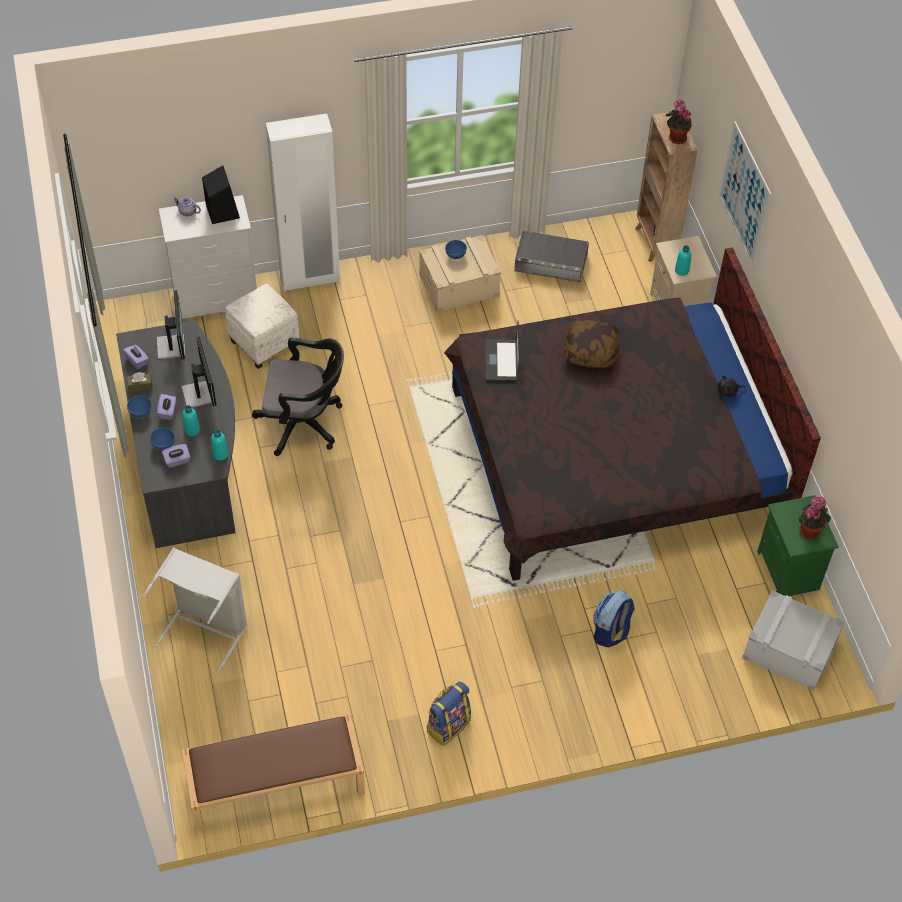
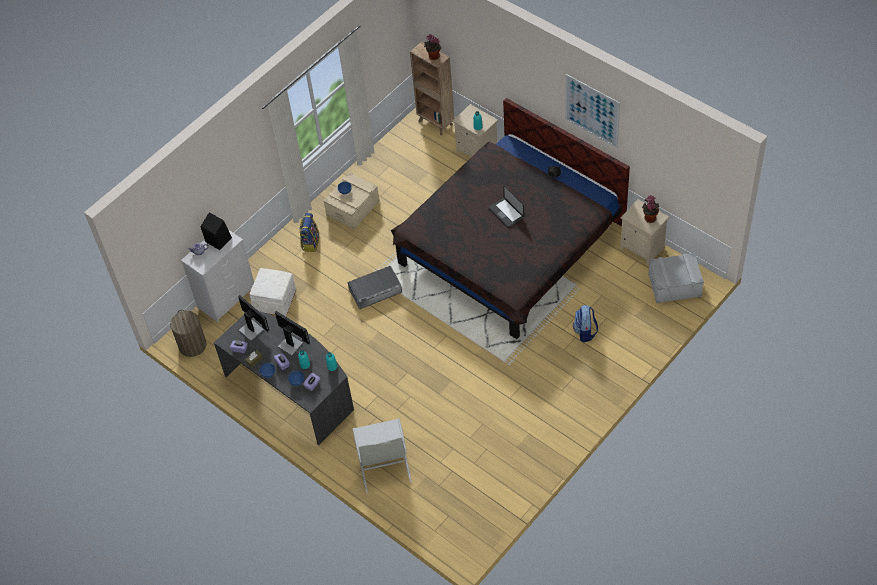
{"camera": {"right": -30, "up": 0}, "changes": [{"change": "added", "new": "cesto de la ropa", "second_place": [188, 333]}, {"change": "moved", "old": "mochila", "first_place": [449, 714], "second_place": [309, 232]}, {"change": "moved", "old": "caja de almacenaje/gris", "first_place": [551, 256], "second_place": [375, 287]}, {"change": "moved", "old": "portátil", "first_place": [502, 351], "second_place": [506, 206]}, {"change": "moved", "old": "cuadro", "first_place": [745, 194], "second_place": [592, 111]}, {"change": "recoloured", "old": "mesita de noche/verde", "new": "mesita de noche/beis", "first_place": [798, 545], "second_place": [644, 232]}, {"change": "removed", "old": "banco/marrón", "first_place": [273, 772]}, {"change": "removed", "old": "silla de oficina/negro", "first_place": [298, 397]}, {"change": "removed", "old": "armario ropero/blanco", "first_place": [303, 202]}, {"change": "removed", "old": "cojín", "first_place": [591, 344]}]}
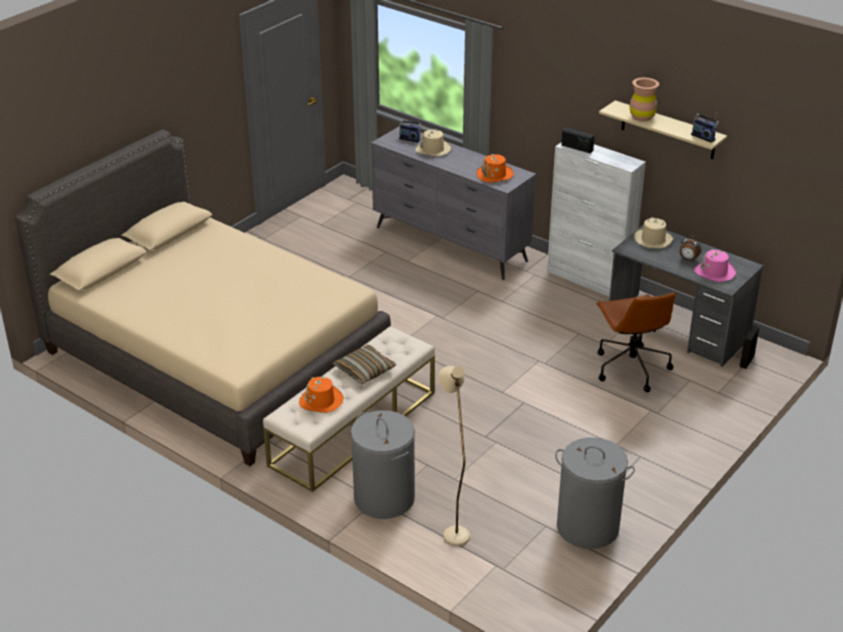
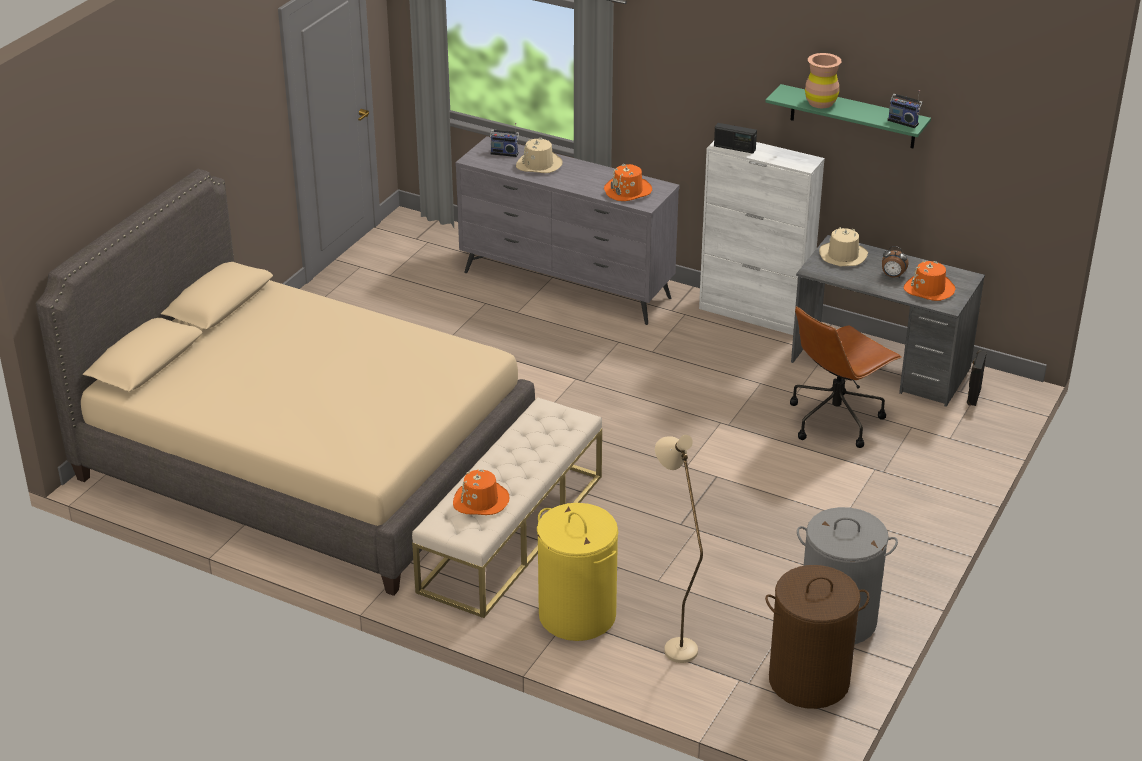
{"camera": {"right": -10, "up": 0}, "changes": [{"change": "recoloured", "old": "cesto de la ropa/gris", "new": "cesto de la ropa/amarillo", "first_place": [383, 464], "second_place": [577, 572]}, {"change": "recoloured", "old": "estante/beis", "new": "estante/verde", "first_place": [663, 129], "second_place": [848, 116]}, {"change": "added", "new": "cesto de la ropa/marrón", "second_place": [817, 637]}, {"change": "turned", "old": "silla de oficina/marrón", "first_place": [636, 342], "second_place": [846, 377], "degrees": 75}, {"change": "recoloured", "old": "sombrero/rosa", "new": "sombrero/naranja", "first_place": [715, 265], "second_place": [929, 281]}, {"change": "removed", "old": "cojín", "first_place": [364, 364]}]}
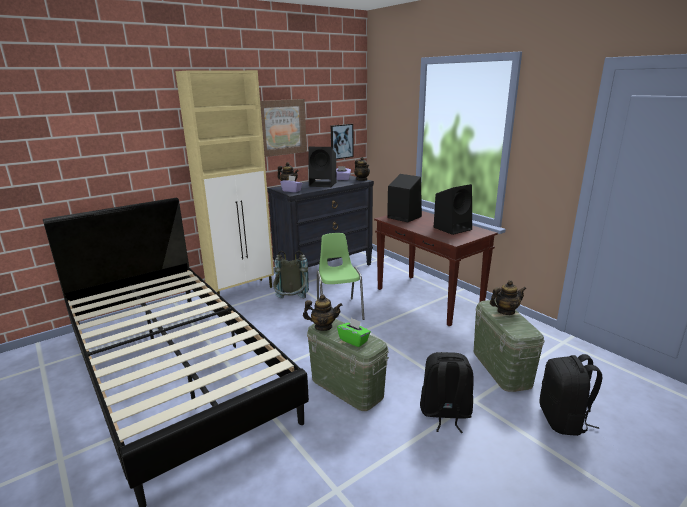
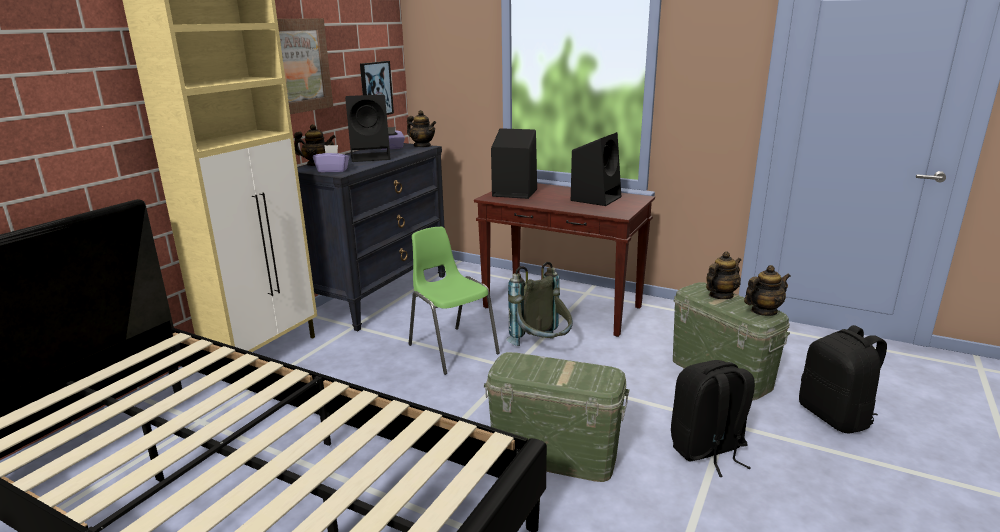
{"camera": {"right": -25, "up": 0}, "changes": [{"change": "moved", "old": "mochila/gris", "first_place": [291, 274], "second_place": [539, 304]}, {"change": "moved", "old": "tetera", "first_place": [323, 312], "second_place": [767, 290]}, {"change": "removed", "old": "caja de pañuelos/verde", "first_place": [354, 332]}]}
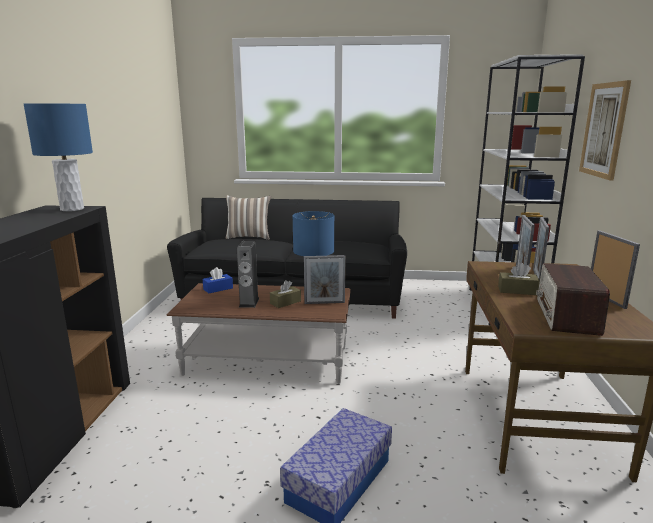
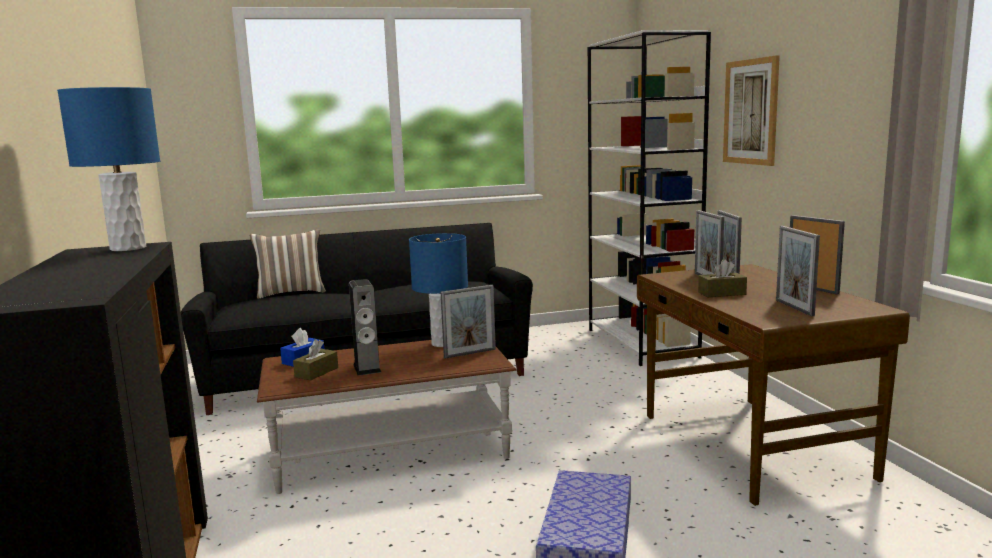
{"camera": {"right": -20, "up": -5}, "changes": [{"change": "moved", "old": "caja de pañuelos/marrón", "first_place": [285, 294], "second_place": [315, 359]}, {"change": "replaced", "old": "radio", "new": "portarretratos", "first_place": [573, 299], "second_place": [798, 271]}]}
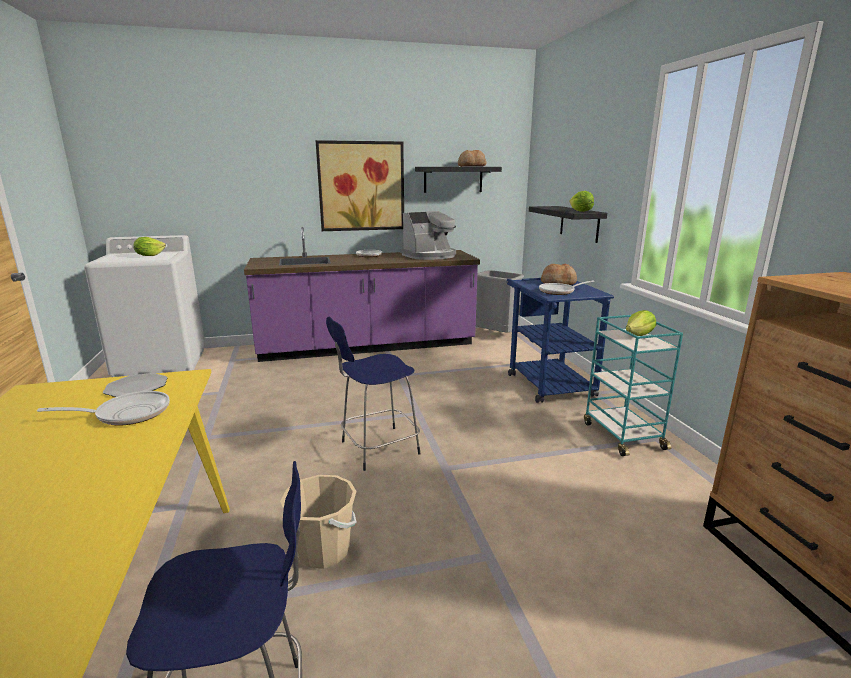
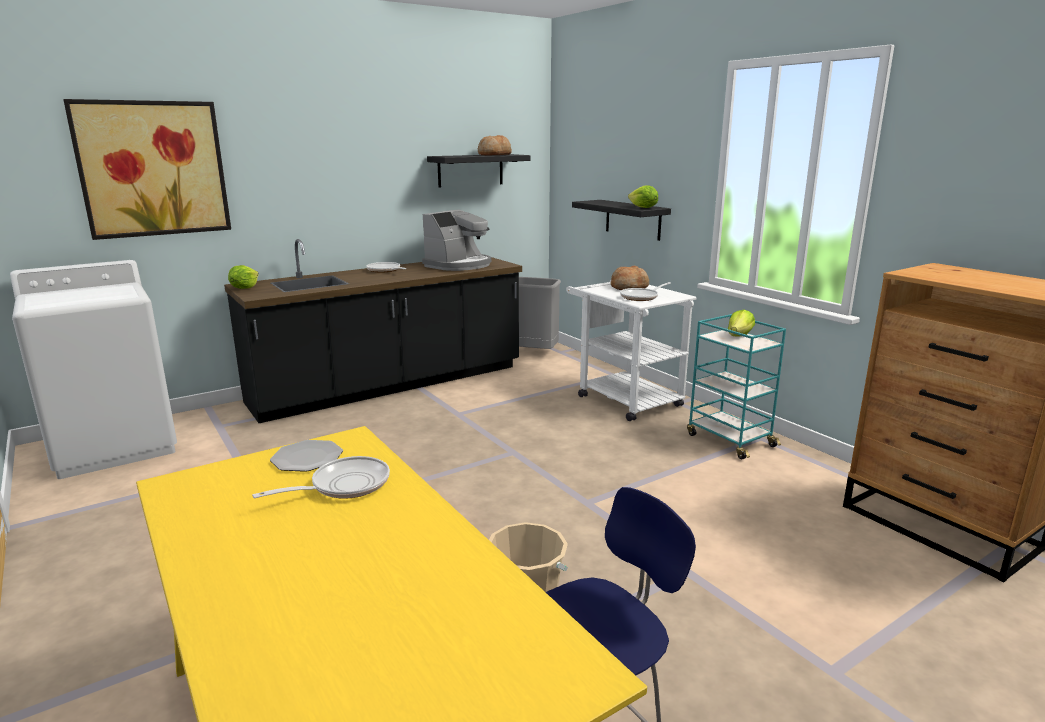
{"camera": {"right": -20, "up": 0}, "changes": [{"change": "moved", "old": "cuadro", "first_place": [360, 185], "second_place": [147, 169]}, {"change": "recoloured", "old": "mueble bajo de cocina/morado", "new": "mueble bajo de cocina/negro", "first_place": [362, 294], "second_place": [373, 331]}, {"change": "moved", "old": "lechuga", "first_place": [149, 246], "second_place": [243, 277]}, {"change": "recoloured", "old": "carrito/azul", "new": "carrito/blanco", "first_place": [560, 340], "second_place": [631, 350]}, {"change": "removed", "old": "taburete/azul", "first_place": [373, 394]}]}
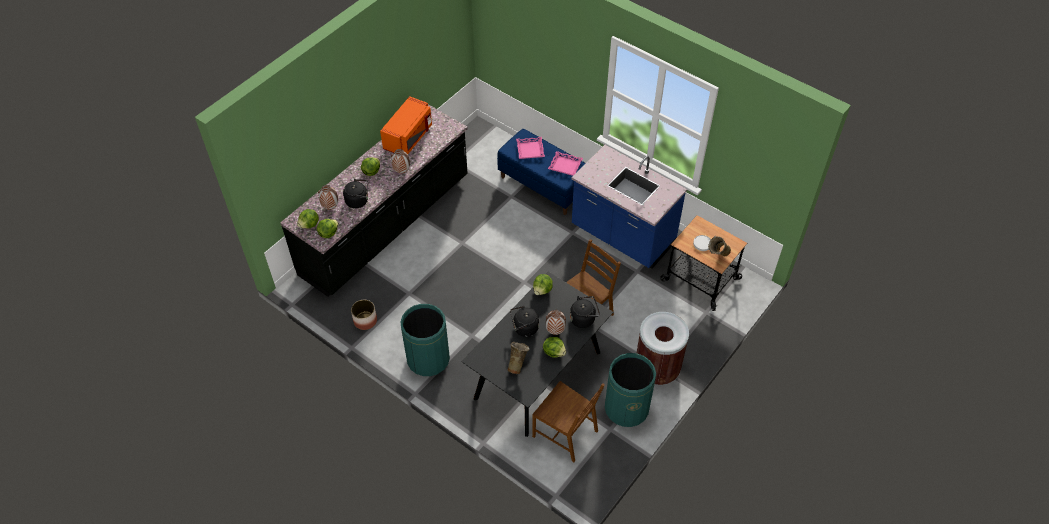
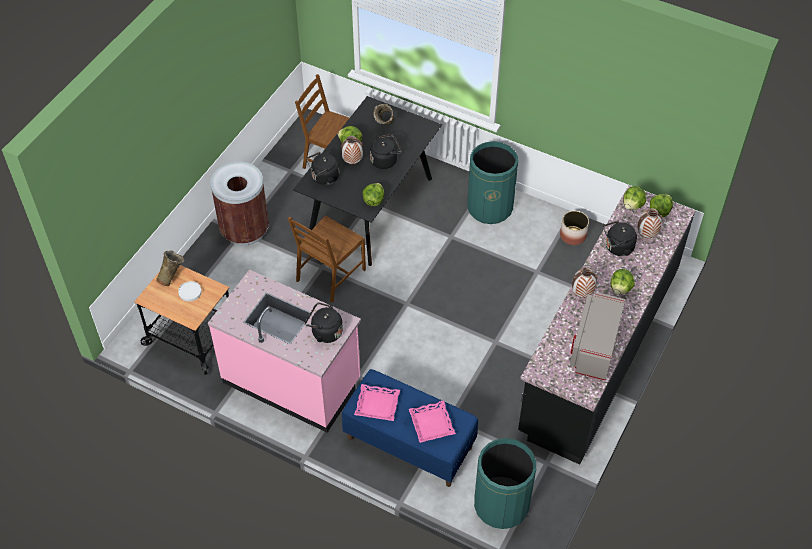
{"camera": {"right": 170, "up": 0}, "changes": [{"change": "recoloured", "old": "mueble bajo de cocina/azul", "new": "mueble bajo de cocina/rosa", "first_place": [629, 207], "second_place": [284, 351]}, {"change": "added", "new": "hervidor/negro", "second_place": [324, 322]}, {"change": "moved", "old": "papelera/verde", "first_place": [630, 390], "second_place": [505, 483]}, {"change": "recoloured", "old": "microondas/naranja", "new": "microondas/gris", "first_place": [406, 125], "second_place": [597, 336]}]}
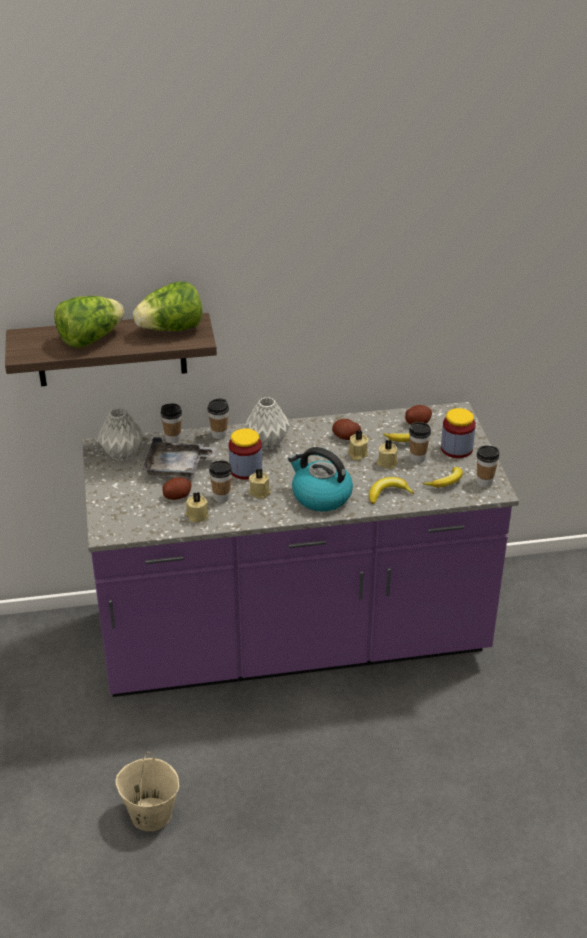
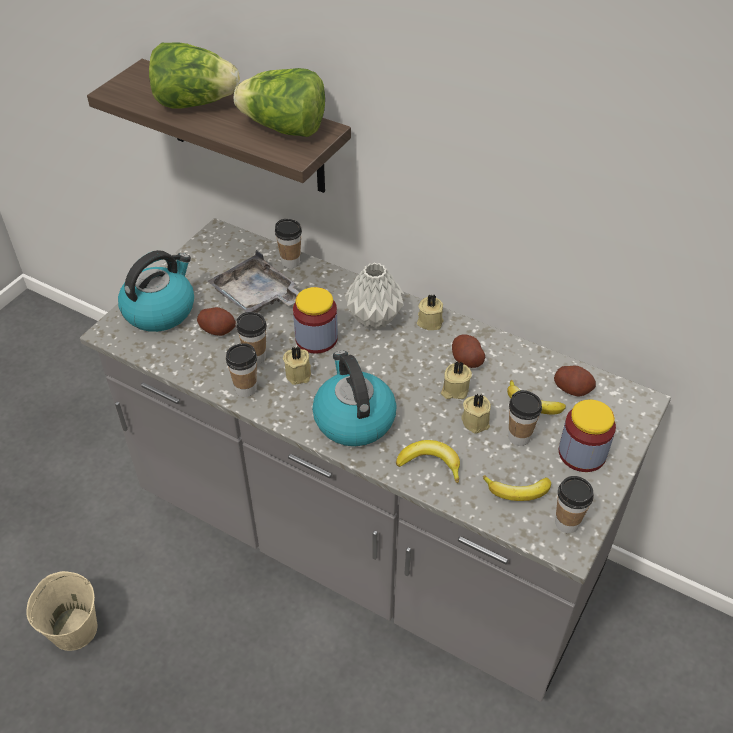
{"camera": {"right": 40, "up": 10}, "changes": [{"change": "recoloured", "old": "mueble bajo de cocina/morado", "new": "mueble bajo de cocina/gris", "first_place": [300, 549], "second_place": [375, 460]}, {"change": "added", "new": "hervidor", "second_place": [156, 291]}, {"change": "moved", "old": "taza", "first_place": [218, 418], "second_place": [241, 370]}, {"change": "moved", "old": "vela/beis", "first_place": [197, 507], "second_place": [430, 312]}, {"change": "removed", "old": "florero/gris", "first_place": [121, 434]}]}
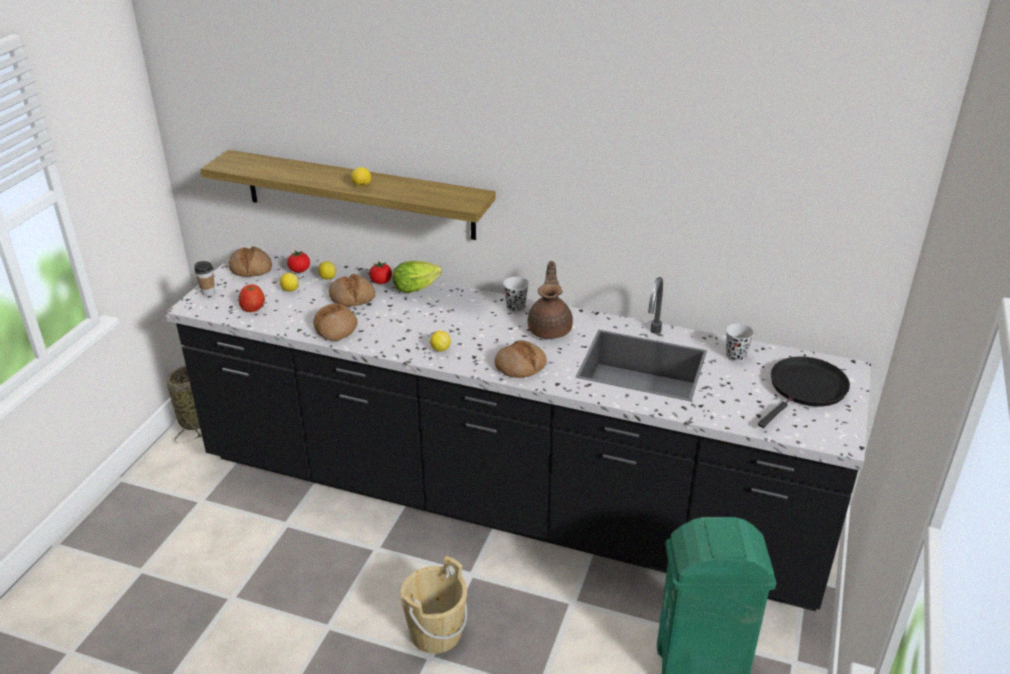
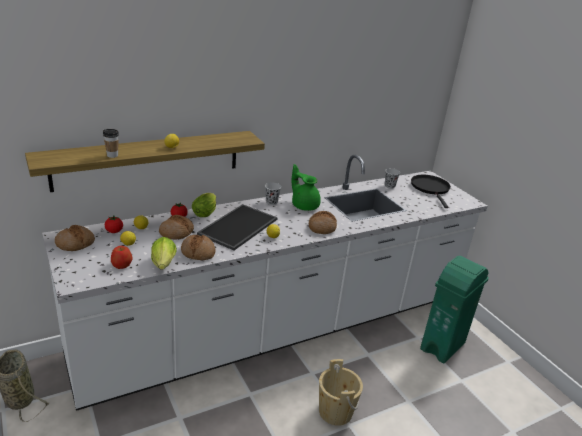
{"camera": {"right": -50, "up": -5}, "changes": [{"change": "recoloured", "old": "mueble bajo de cocina/negro", "new": "mueble bajo de cocina/blanco", "first_place": [518, 428], "second_place": [265, 283]}, {"change": "moved", "old": "taza", "first_place": [204, 278], "second_place": [111, 143]}, {"change": "added", "new": "lechuga", "second_place": [164, 253]}, {"change": "added", "new": "bandeja", "second_place": [237, 227]}, {"change": "recoloured", "old": "tetera/marrón", "new": "tetera/verde", "first_place": [550, 300], "second_place": [306, 187]}]}
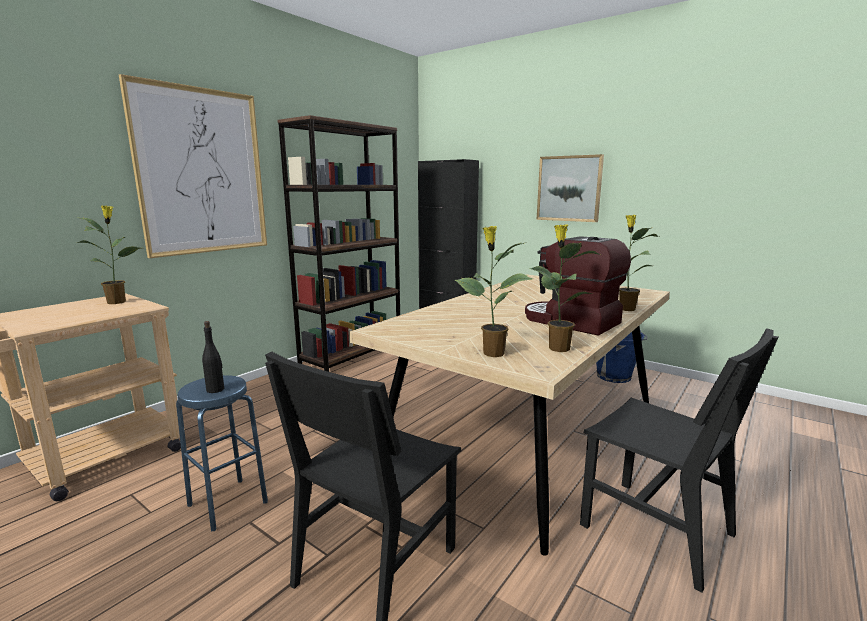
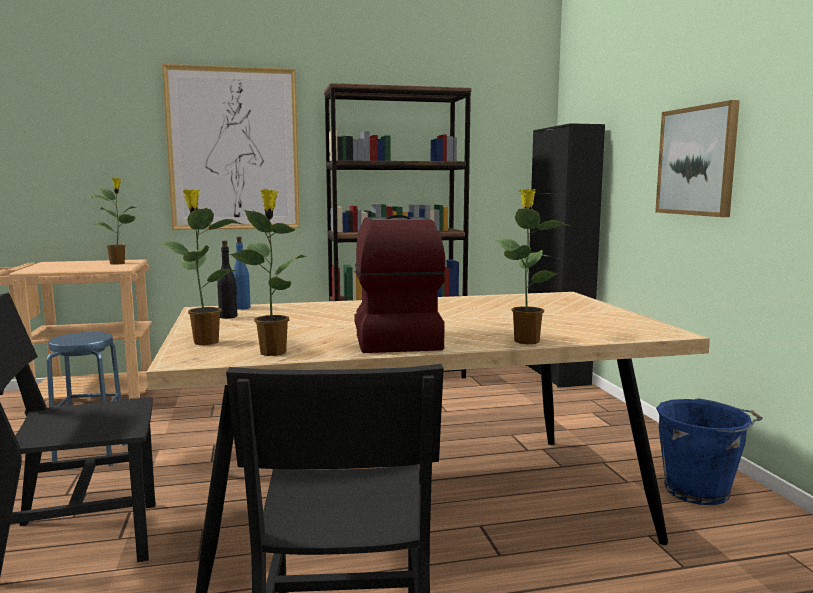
{"camera": {"right": 40, "up": -5}, "changes": [{"change": "moved", "old": "botella/negro", "first_place": [213, 357], "second_place": [227, 279]}, {"change": "added", "new": "botella/azul", "second_place": [242, 273]}]}
